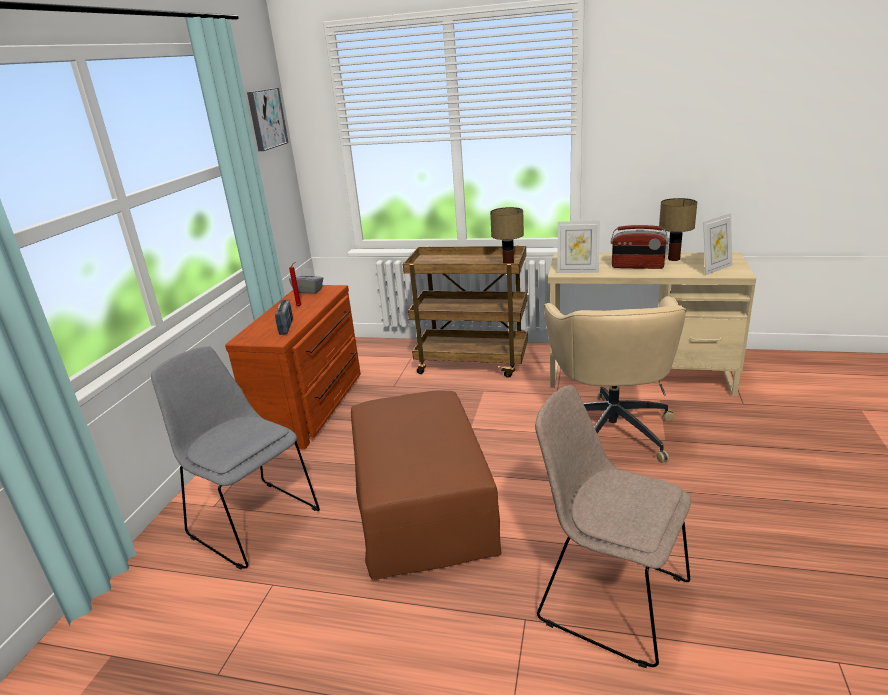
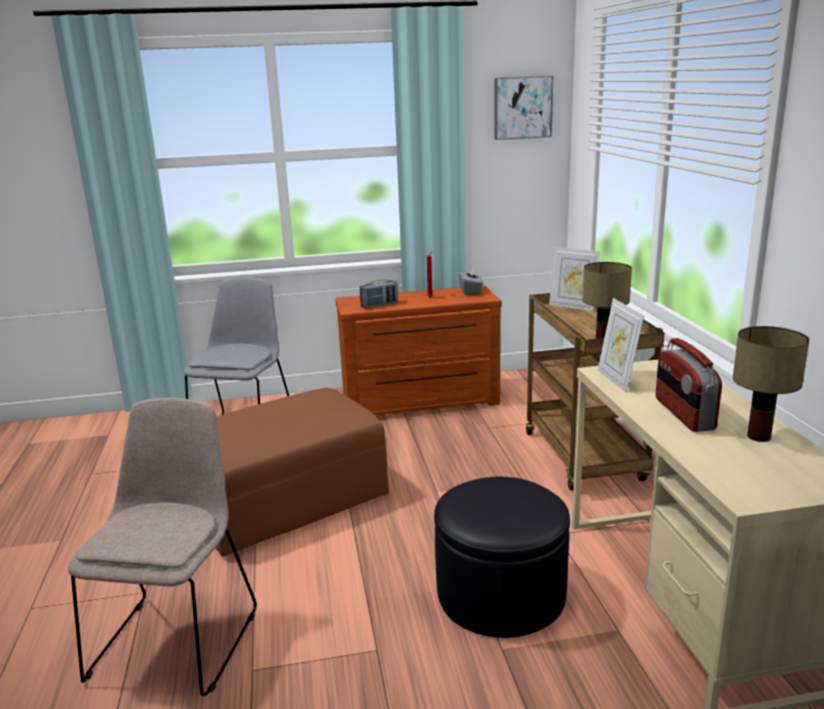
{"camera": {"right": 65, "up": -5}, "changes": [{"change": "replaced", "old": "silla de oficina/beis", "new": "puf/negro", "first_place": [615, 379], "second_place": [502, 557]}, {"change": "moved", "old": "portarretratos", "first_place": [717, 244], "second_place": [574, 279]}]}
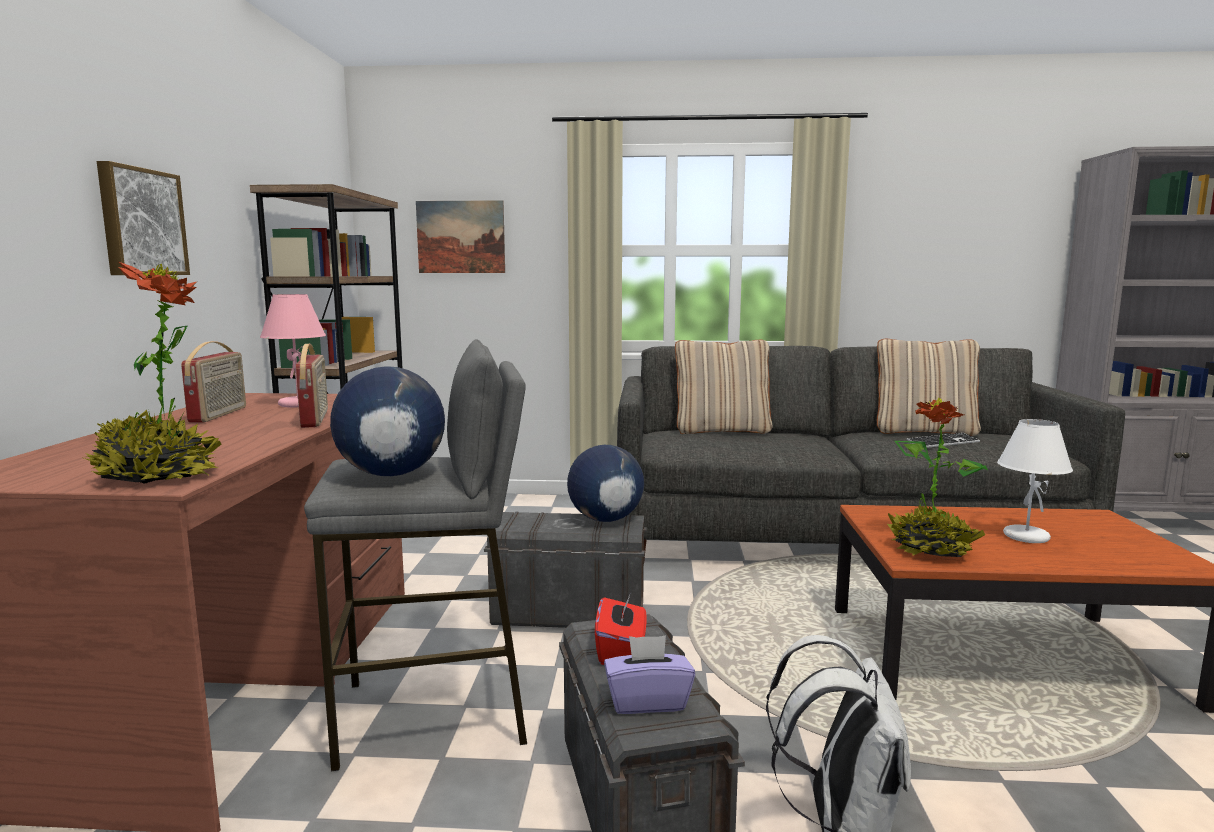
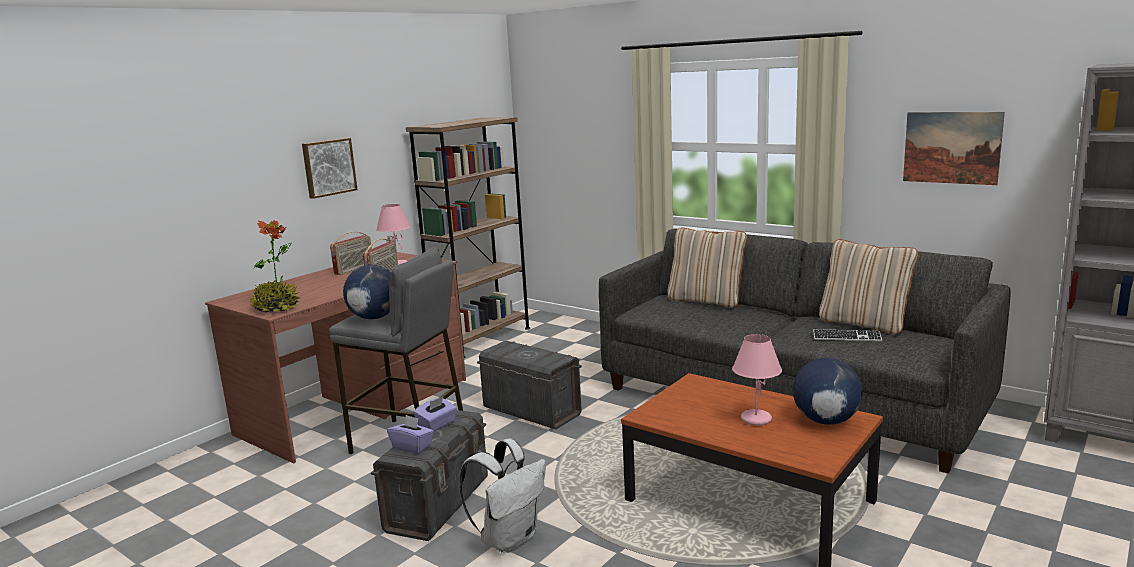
{"camera": {"right": 35, "up": 5}, "changes": [{"change": "recoloured", "old": "caja de pañuelos/rojo", "new": "caja de pañuelos/morado", "first_place": [620, 628], "second_place": [435, 414]}, {"change": "recoloured", "old": "lámpara de mesa/blanco", "new": "lámpara de mesa/rosa", "first_place": [1035, 481], "second_place": [757, 380]}, {"change": "moved", "old": "globo terráqueo", "first_place": [605, 483], "second_place": [828, 391]}, {"change": "moved", "old": "cuadro", "first_place": [460, 236], "second_place": [954, 148]}, {"change": "removed", "old": "planta en maceta", "first_place": [937, 477]}]}
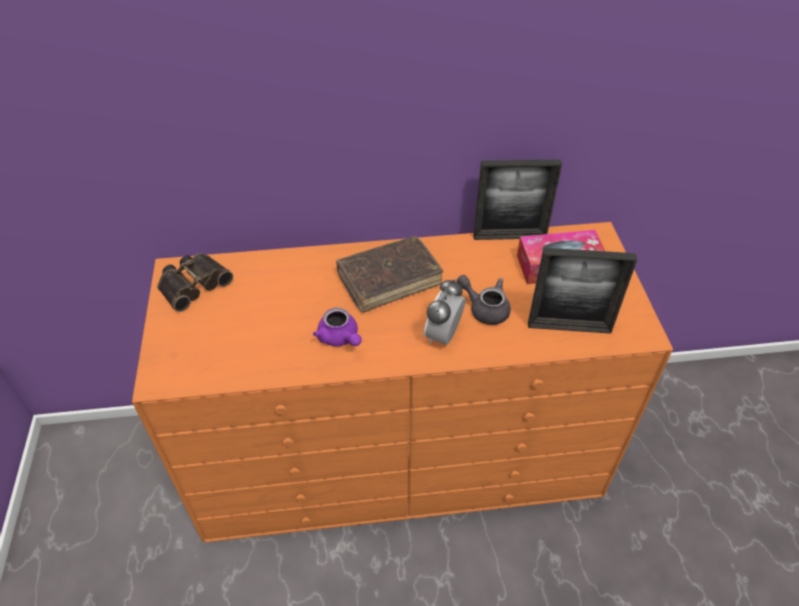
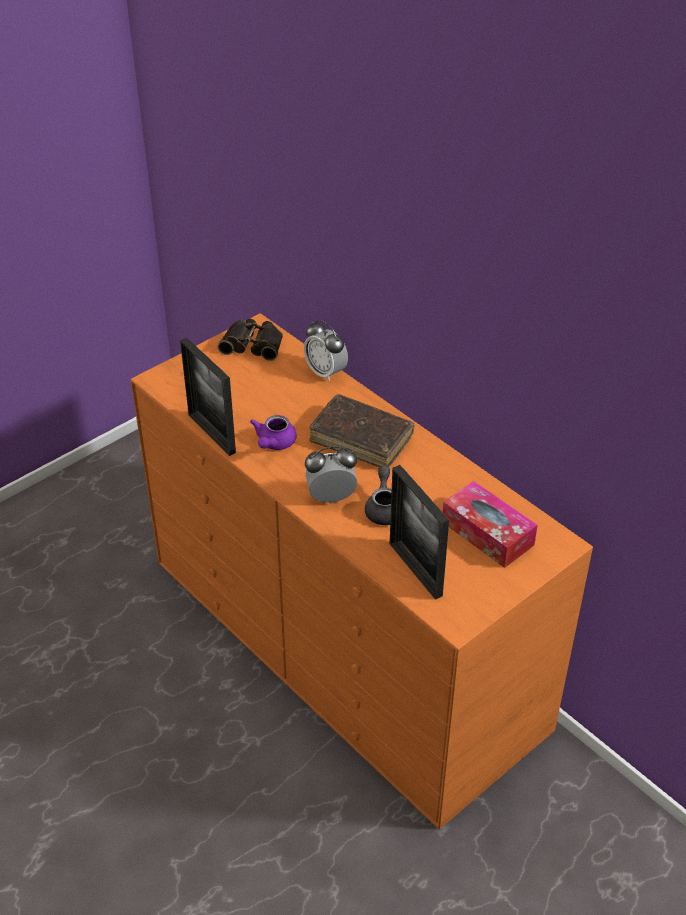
{"camera": {"right": 55, "up": -5}, "changes": [{"change": "moved", "old": "portarretratos", "first_place": [517, 199], "second_place": [208, 397]}, {"change": "added", "new": "despertador", "second_place": [326, 351]}]}
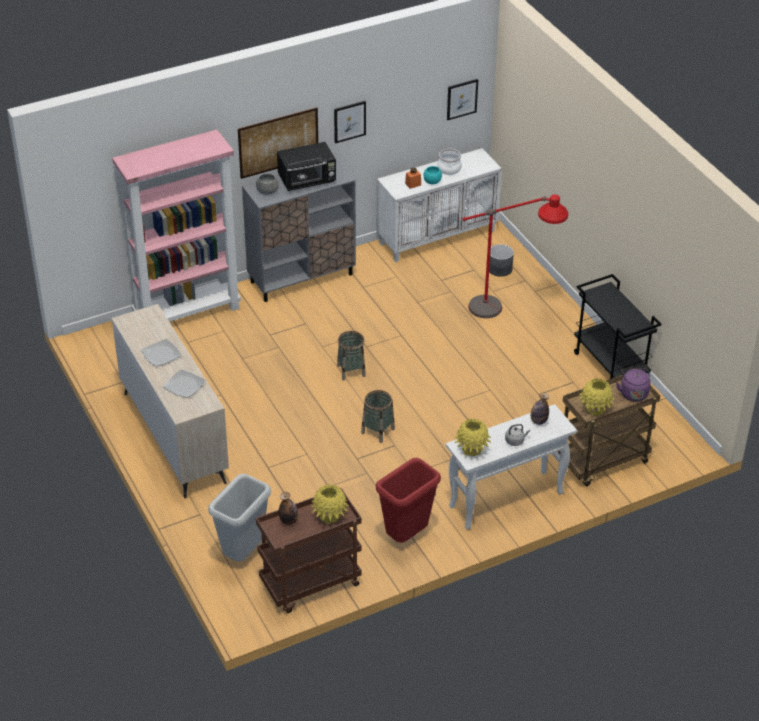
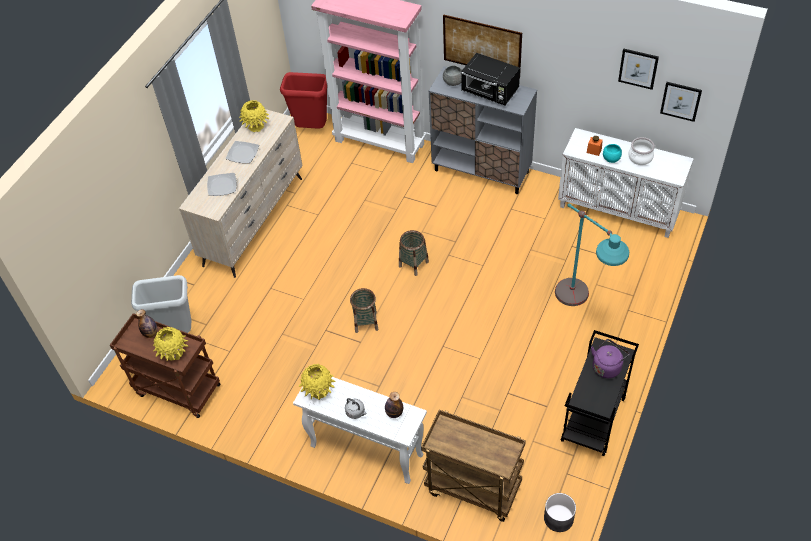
{"camera": {"right": 55, "up": 10}, "changes": [{"change": "moved", "old": "florero/amarillo", "first_place": [596, 397], "second_place": [254, 116]}, {"change": "moved", "old": "papelera/rojo", "first_place": [408, 500], "second_place": [303, 100]}, {"change": "moved", "old": "maceta/gris", "first_place": [501, 260], "second_place": [560, 512]}, {"change": "recoloured", "old": "lámpara de pie/rojo", "new": "lámpara de pie/turquesa", "first_place": [515, 256], "second_place": [592, 254]}, {"change": "moved", "old": "hervidor/morado", "first_place": [633, 384], "second_place": [610, 358]}, {"change": "moved", "old": "cuadro", "first_place": [350, 122], "second_place": [638, 69]}]}
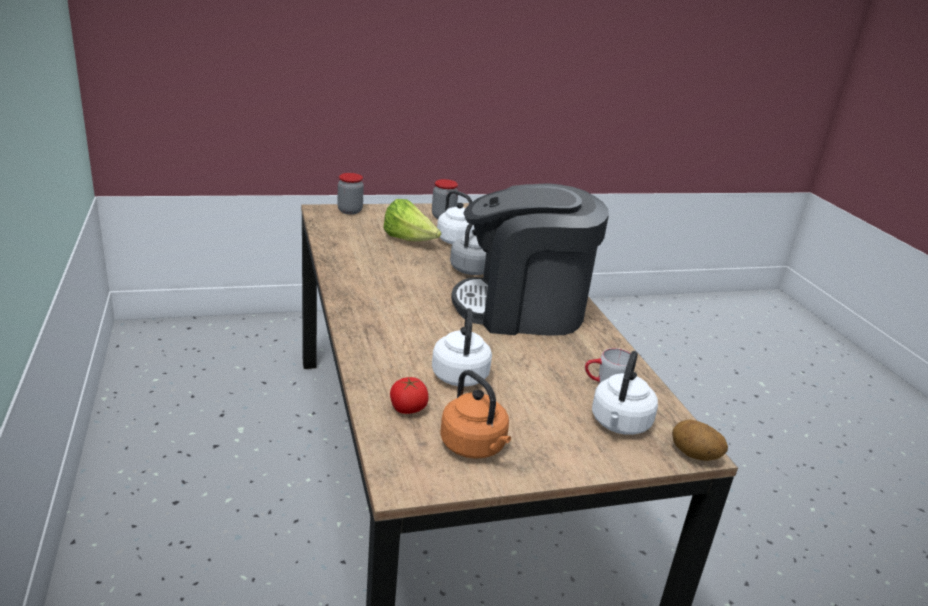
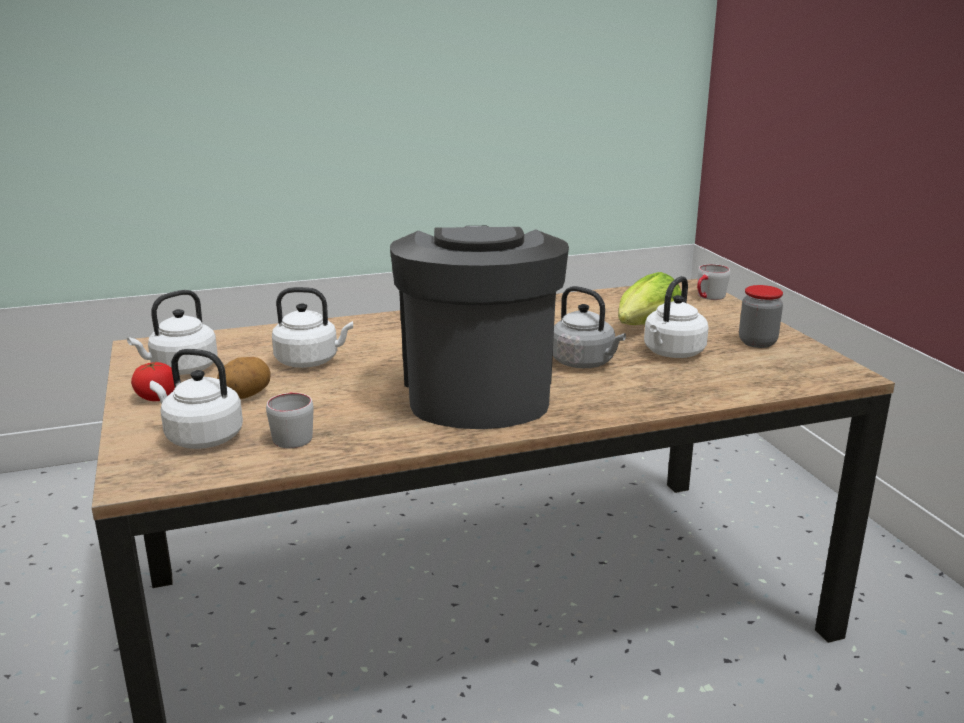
{"camera": {"right": 90, "up": -5}, "changes": [{"change": "recoloured", "old": "hervidor/naranja", "new": "hervidor/blanco", "first_place": [475, 414], "second_place": [172, 332]}, {"change": "moved", "old": "tomate", "first_place": [409, 395], "second_place": [153, 381]}, {"change": "moved", "old": "patata", "first_place": [700, 440], "second_place": [244, 378]}, {"change": "replaced", "old": "tarro", "new": "taza grande/gris", "first_place": [350, 194], "second_place": [713, 282]}]}
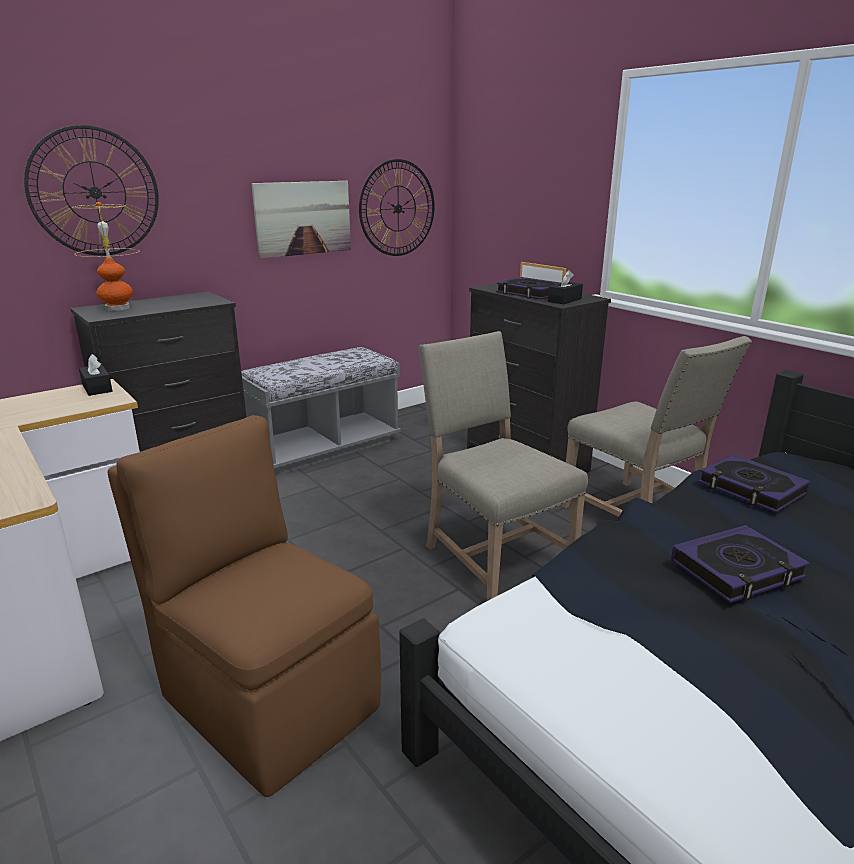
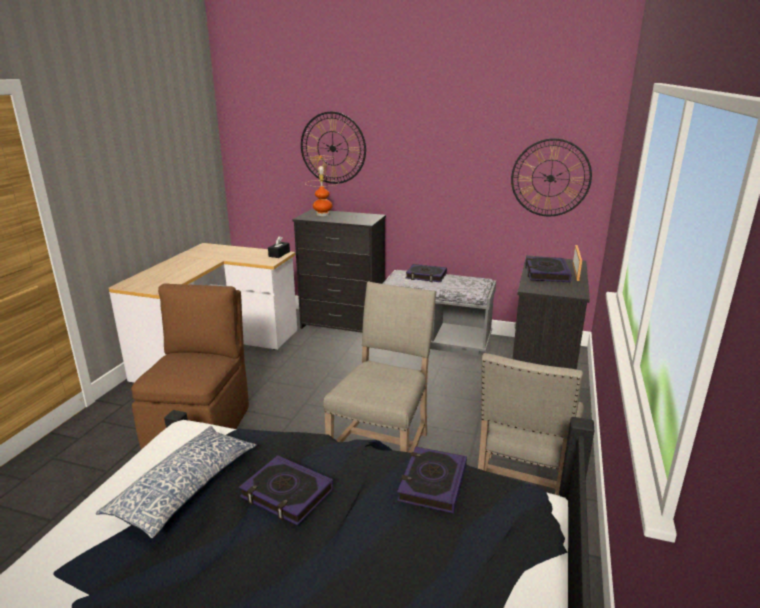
{"camera": {"right": 55, "up": 0}, "changes": [{"change": "added", "new": "cojín", "second_place": [176, 482]}, {"change": "added", "new": "libro", "second_place": [426, 273]}, {"change": "removed", "old": "cuadro", "first_place": [301, 220]}, {"change": "removed", "old": "caja de pañuelos/negro", "first_place": [565, 287]}]}
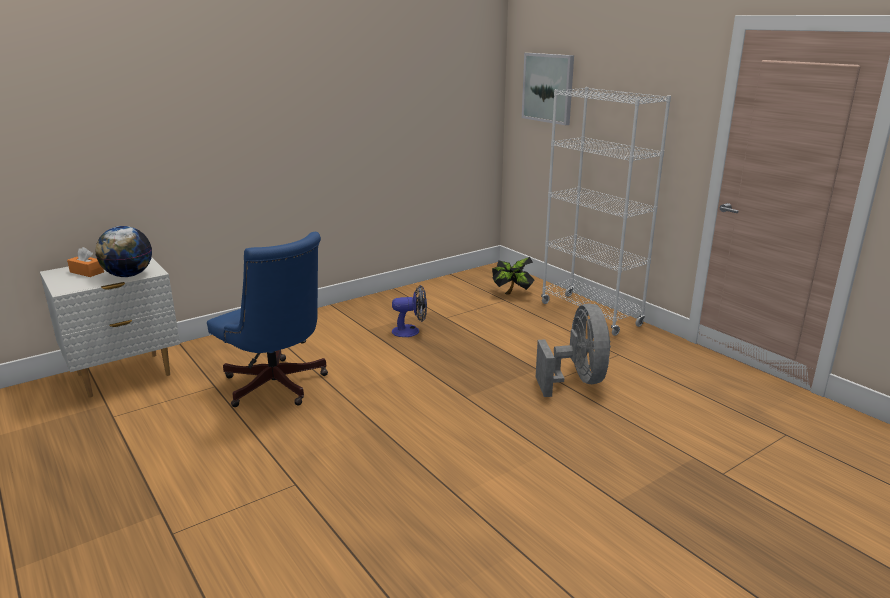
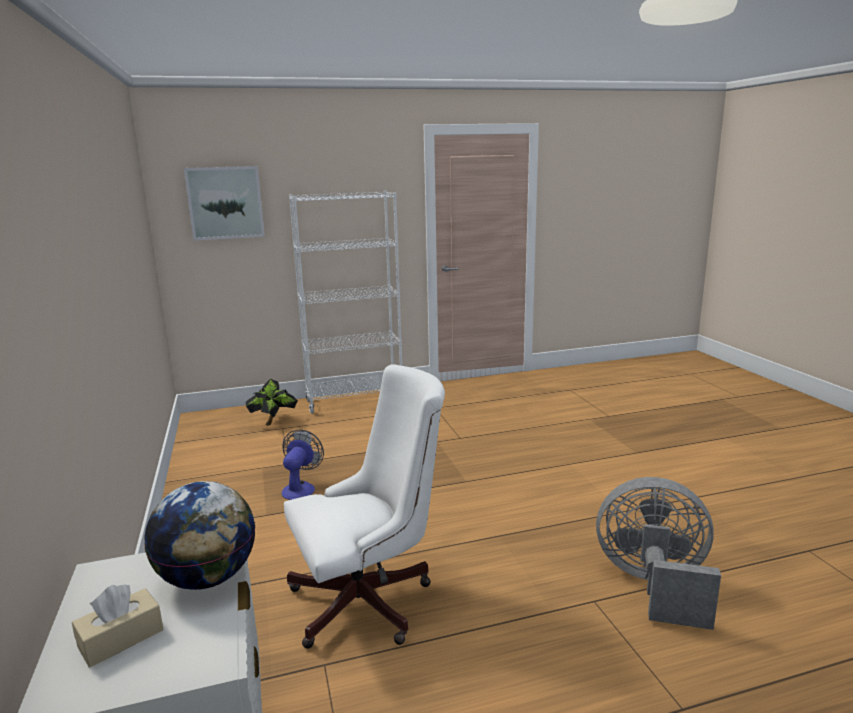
{"camera": {"right": -70, "up": -5}, "changes": [{"change": "recoloured", "old": "caja de pañuelos/naranja", "new": "caja de pañuelos/beis", "first_place": [85, 262], "second_place": [118, 626]}, {"change": "recoloured", "old": "silla de oficina/azul", "new": "silla de oficina/blanco", "first_place": [267, 319], "second_place": [364, 506]}, {"change": "moved", "old": "ventilador/gris", "first_place": [573, 350], "second_place": [658, 553]}]}
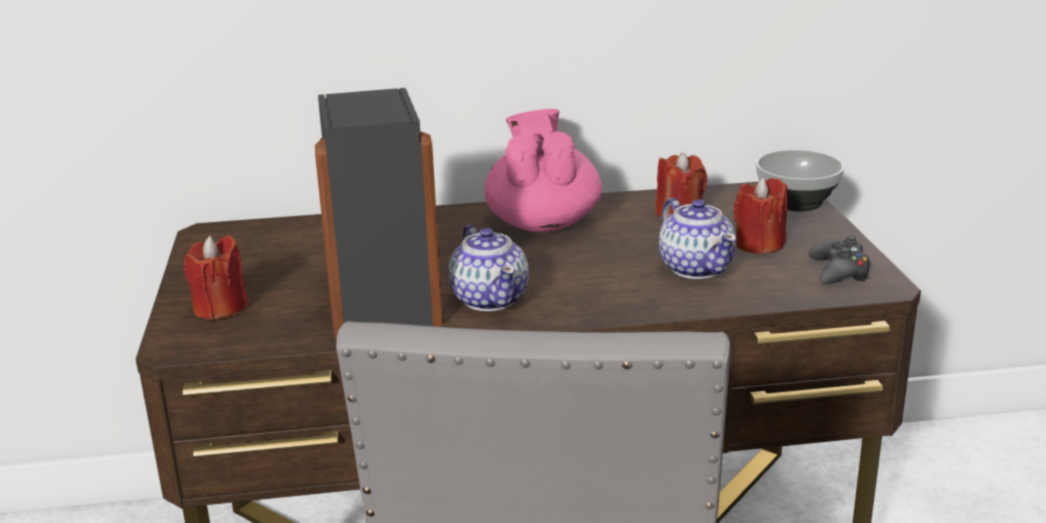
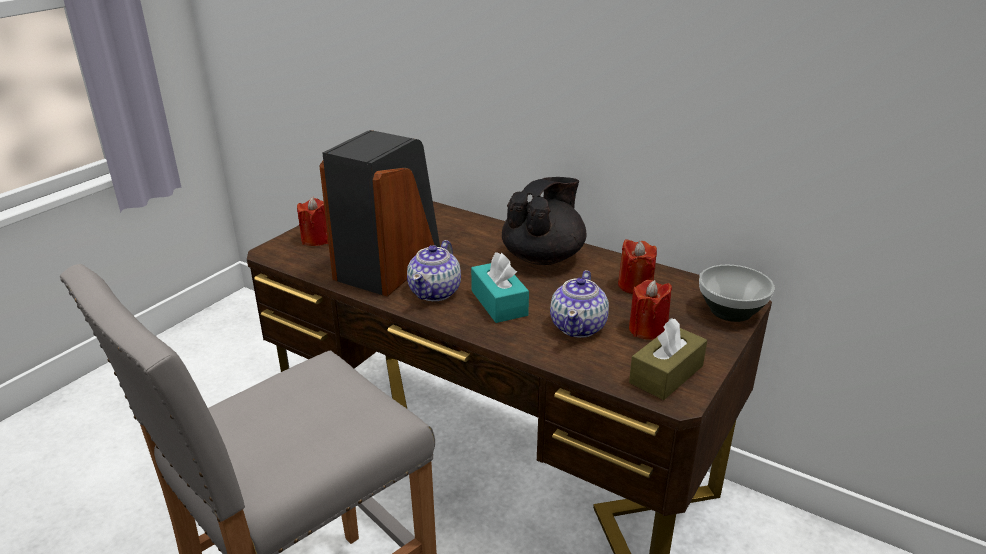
{"camera": {"right": 40, "up": 5}, "changes": [{"change": "added", "new": "caja de pañuelos/turquesa", "second_place": [500, 287]}, {"change": "recoloured", "old": "tetera/rosa", "new": "tetera/negro", "first_place": [543, 170], "second_place": [544, 221]}, {"change": "replaced", "old": "mando de consola/negro", "new": "caja de pañuelos/marrón", "first_place": [839, 260], "second_place": [668, 359]}]}
